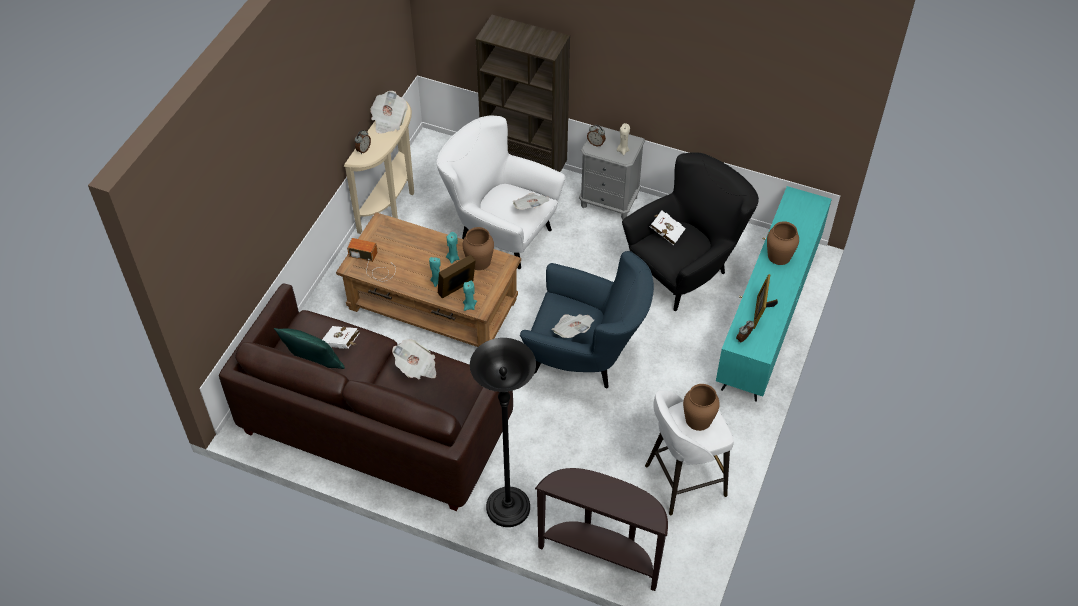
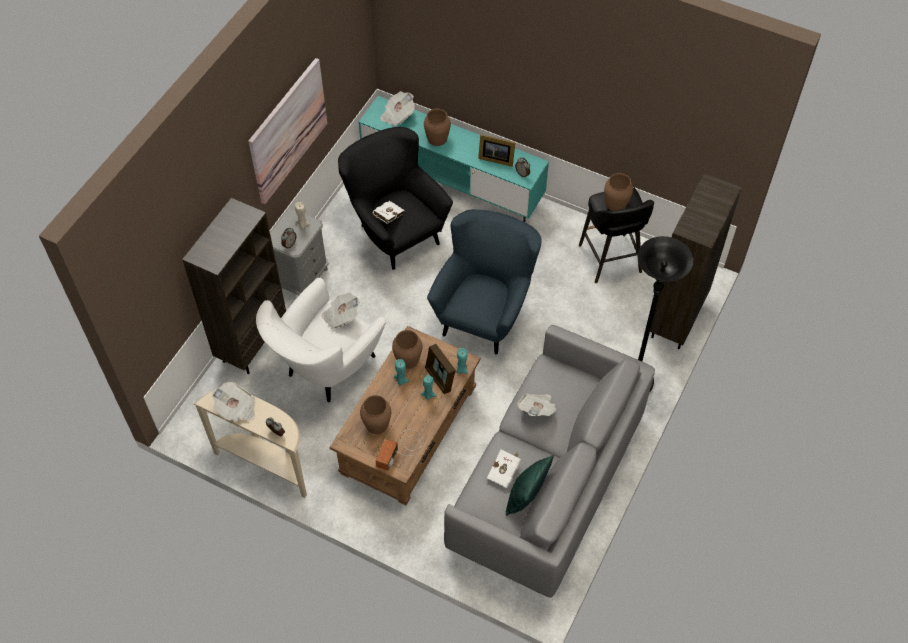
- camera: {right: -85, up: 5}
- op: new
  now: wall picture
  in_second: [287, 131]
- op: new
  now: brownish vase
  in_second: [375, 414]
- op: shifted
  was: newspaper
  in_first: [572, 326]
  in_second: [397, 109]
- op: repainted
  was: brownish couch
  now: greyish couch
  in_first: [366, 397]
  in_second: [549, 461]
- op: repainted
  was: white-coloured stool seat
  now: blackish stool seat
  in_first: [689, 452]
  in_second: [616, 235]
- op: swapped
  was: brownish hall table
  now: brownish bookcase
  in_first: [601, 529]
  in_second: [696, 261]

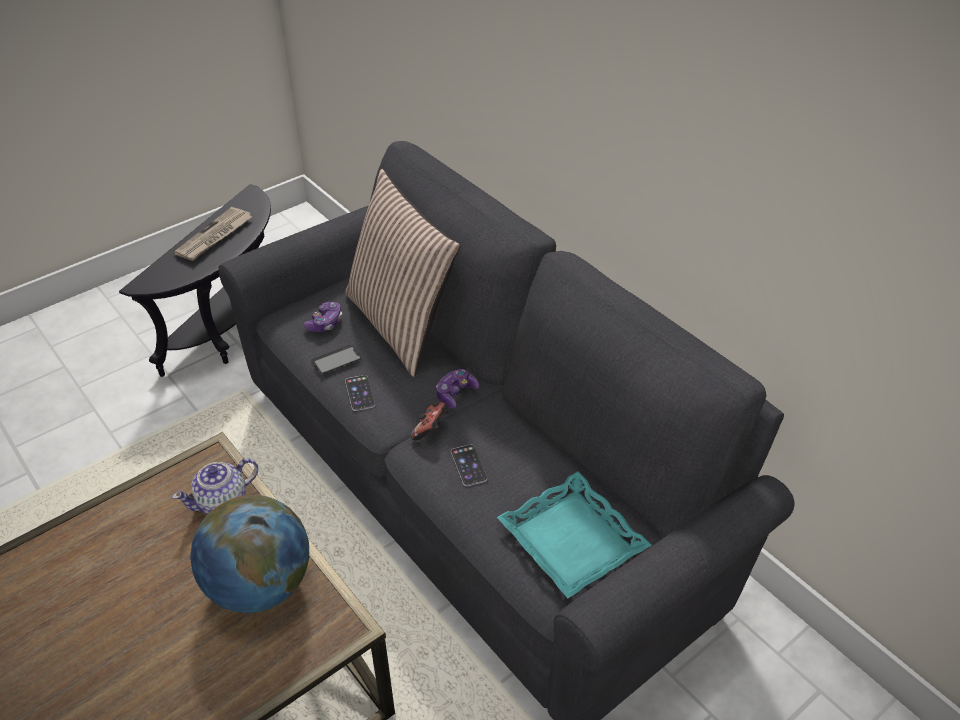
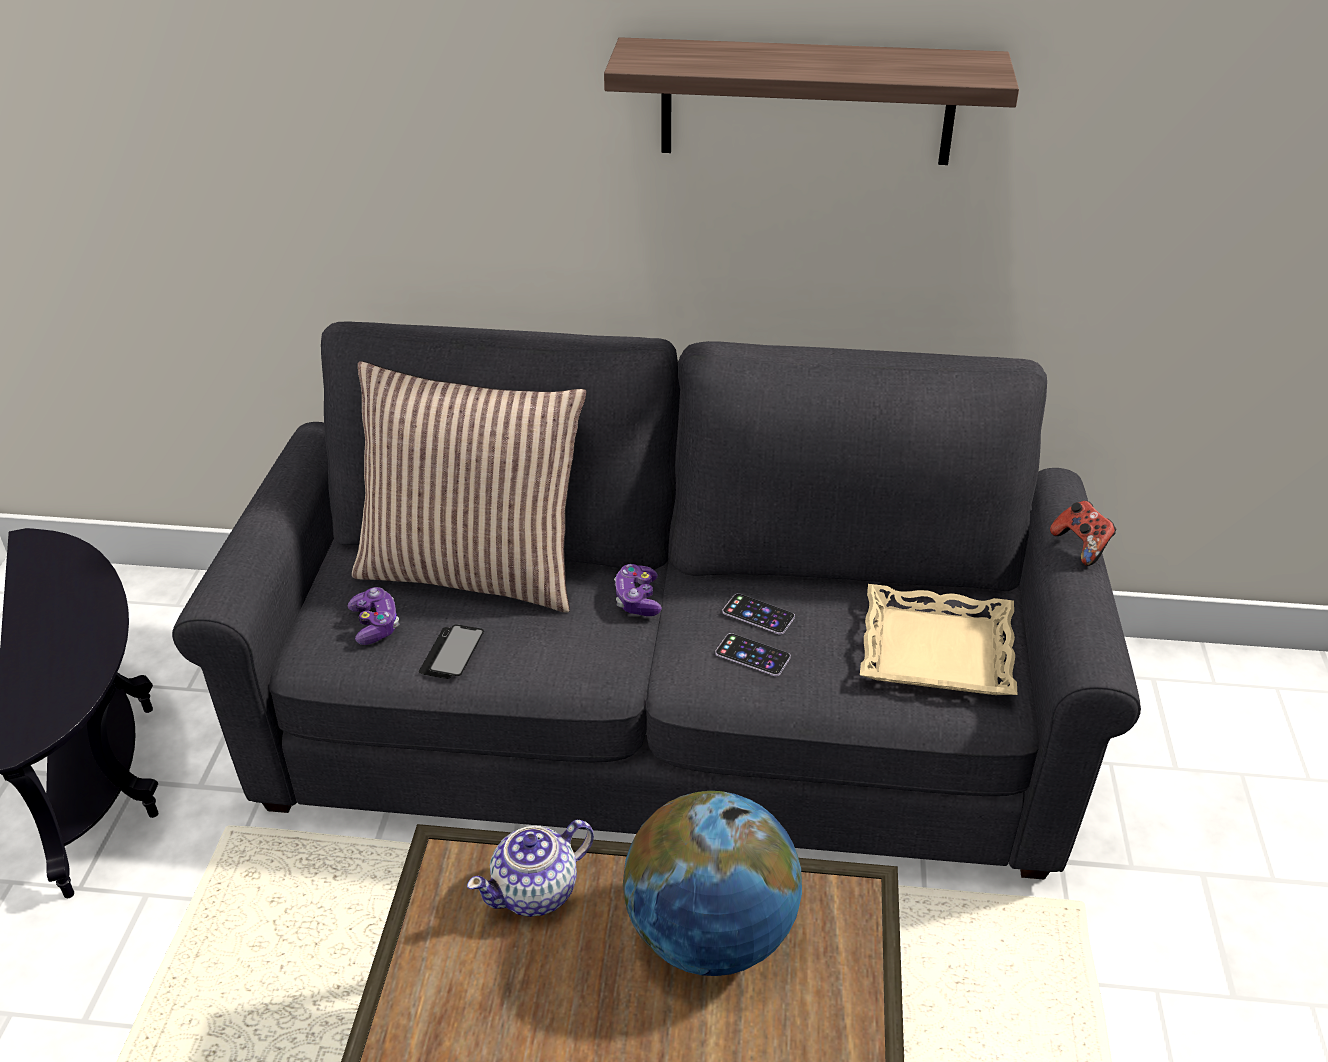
- camera: {right: -45, up: -5}
- op: rotated
  was: teapot
  in_first: [215, 486]
  in_second: [530, 868]
  clockwise: 45
- op: new
  now: shelf
  in_second: [811, 101]
- op: shifted
  was: telephone
  in_first: [360, 393]
  in_second: [758, 613]
- op: repainted
  was: blue-green tray
  now: sand-coloured tray
  in_first: [574, 534]
  in_second: [938, 639]
- op: shifted
  was: joypad
  in_first: [430, 420]
  in_second: [1083, 533]
- op: gone
  was: newspaper
  in_first: [213, 234]

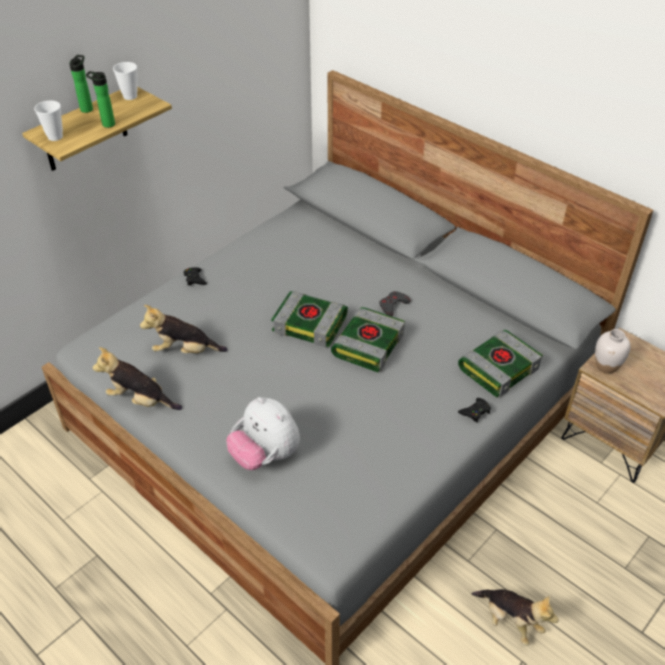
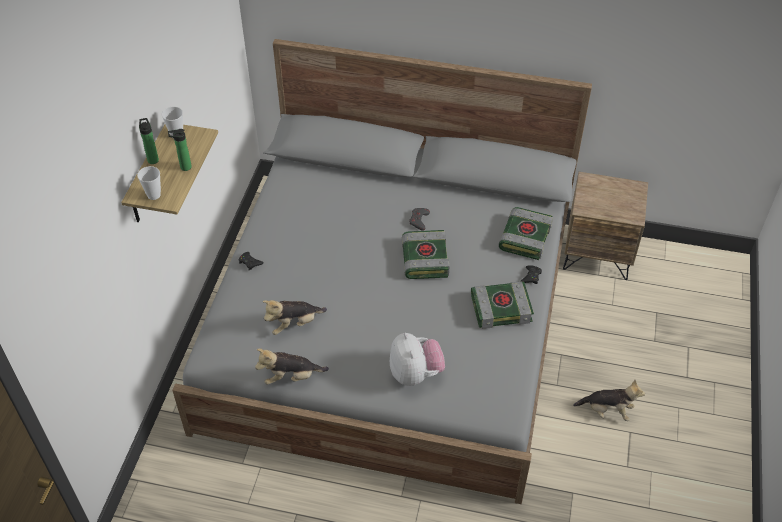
- camera: {right: -30, up: 5}
- op: rotated
  was: soft toy
  in_first: [263, 433]
  in_second: [417, 359]
  clockwise: -120
- op: shifted
  was: bound book
  in_first: [309, 319]
  in_second: [502, 305]
- op: gone
  was: white-coloured vase
  in_first: [612, 351]

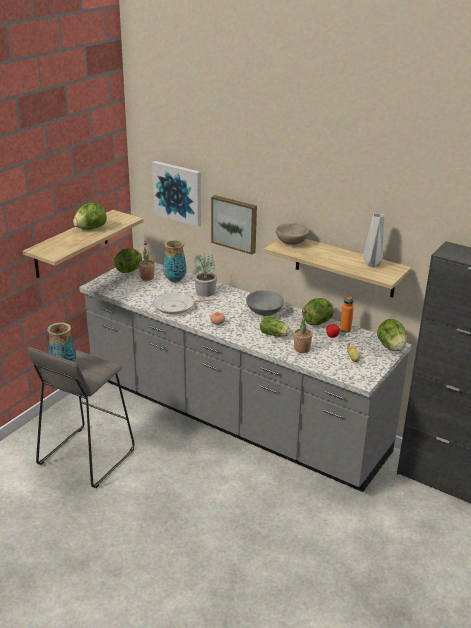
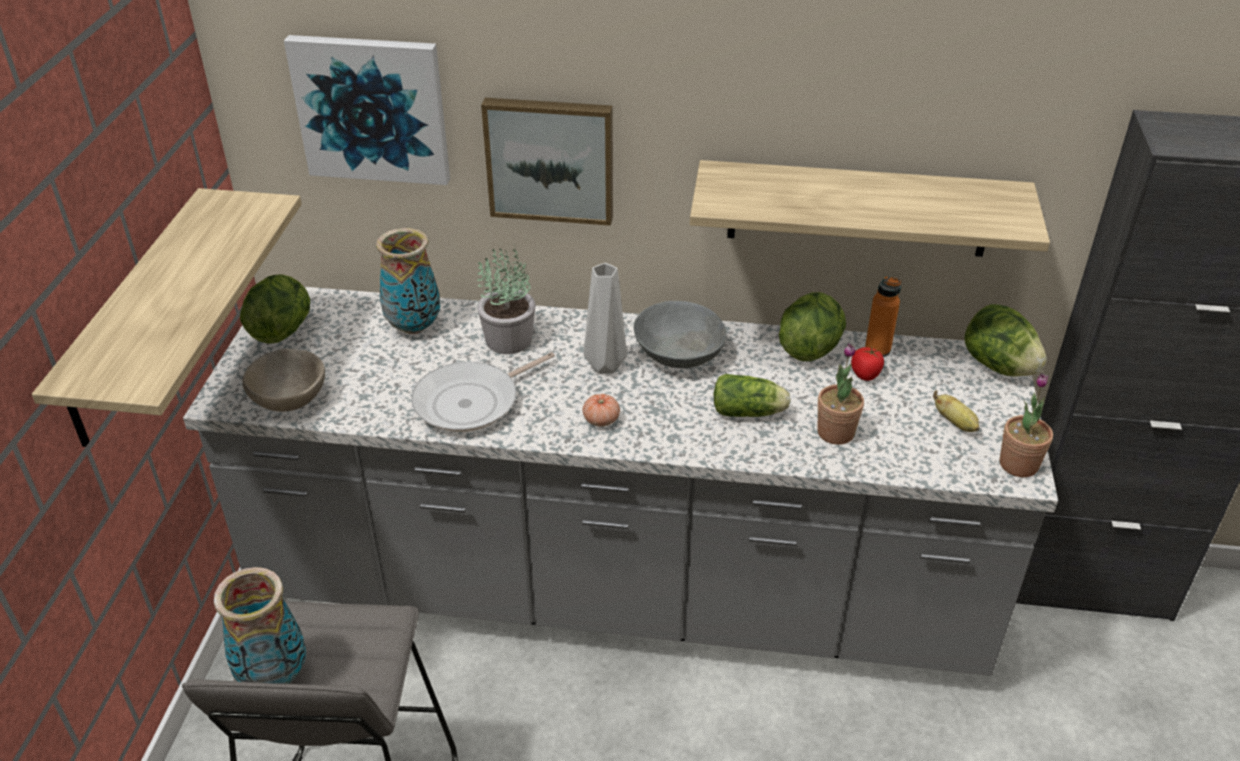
- camera: {right: -25, up: 10}
- op: shifted
  was: sand-coloured bowl
  in_first: [292, 234]
  in_second: [284, 380]
- op: shifted
  was: greyish vase
  in_first: [373, 240]
  in_second: [605, 318]
- op: shifted
  was: potted plant
  in_first: [147, 260]
  in_second: [1026, 425]
- op: gone
  was: head of lettuce
  in_first: [90, 216]

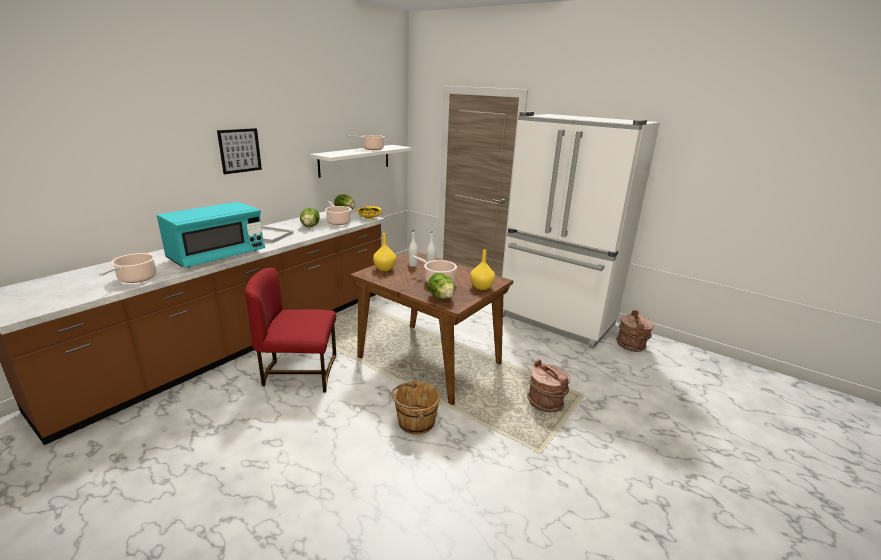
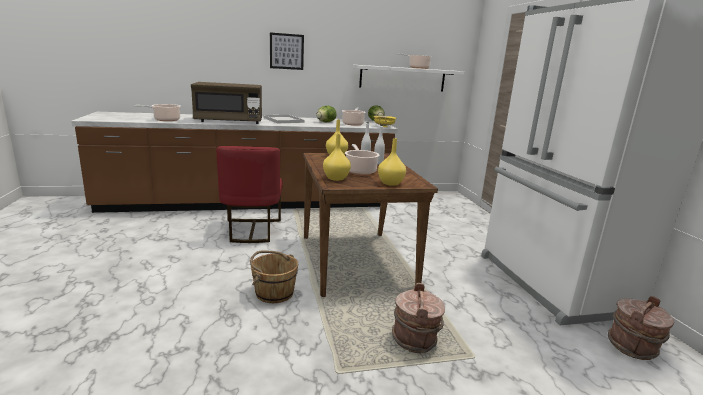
- camera: {right: 40, up: -5}
- op: repainted
  was: blue-green microwave
  now: brownish microwave
  in_first: [211, 235]
  in_second: [226, 103]
- op: rotated
  was: reddish chair
  in_first: [290, 330]
  in_second: [249, 194]
  clockwise: -135
- op: swapped
  was: head of lettuce
  now: yellow vase
  in_first: [441, 286]
  in_second: [337, 157]

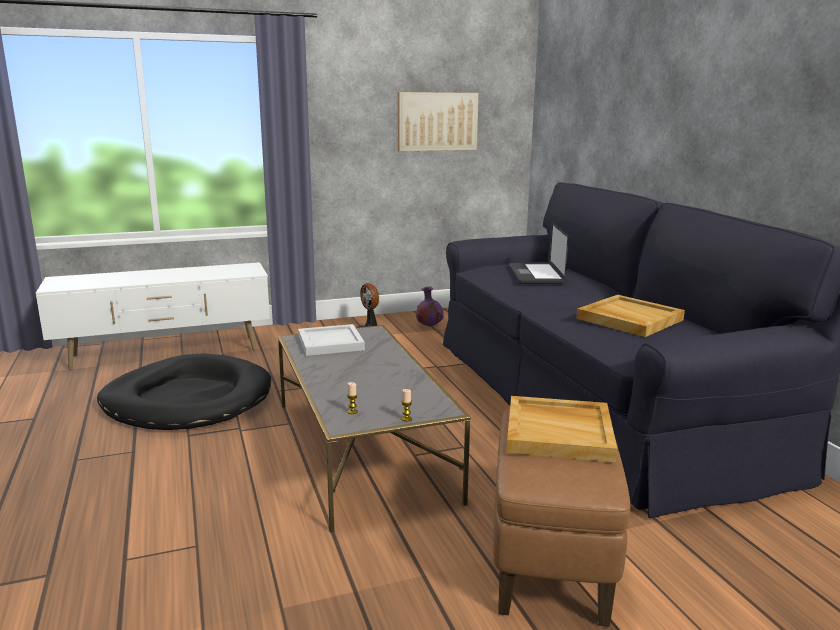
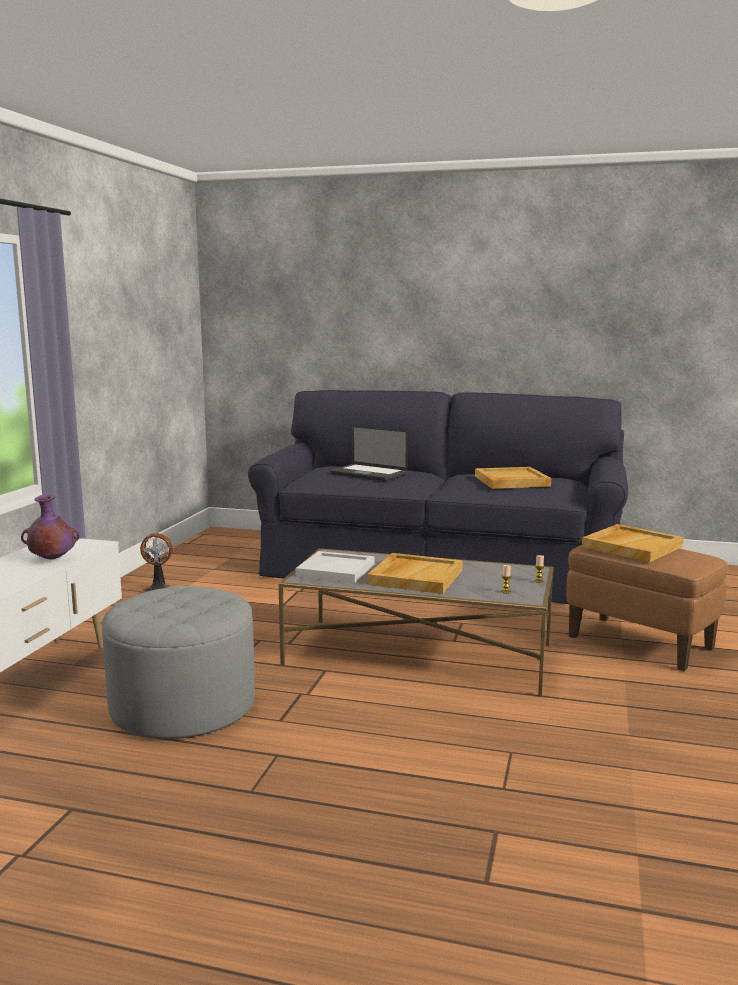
- camera: {right: -55, up: -5}
- op: shifted
  was: purple-coloured vase
  in_first: [430, 306]
  in_second: [50, 526]
- op: swapped
  was: blackish pet bed
  now: greyish footrest
  in_first: [184, 391]
  in_second: [178, 662]
- op: new
  now: sand-coloured tray
  in_second: [415, 573]
- op: gone
  was: wall picture
  in_first: [438, 122]

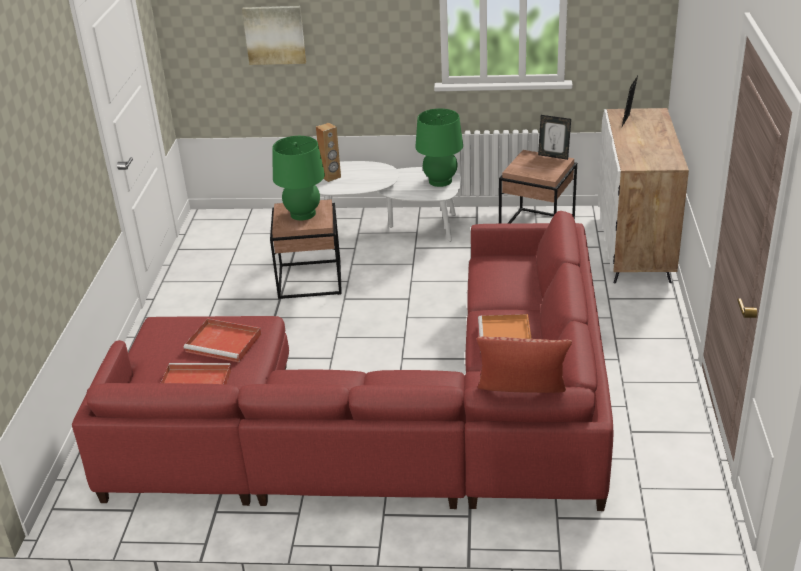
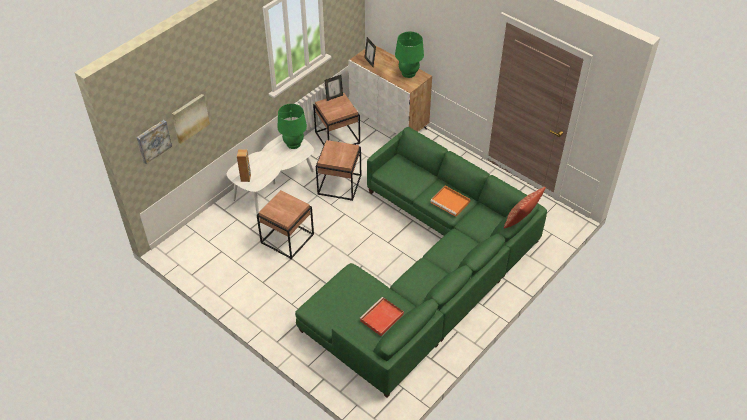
- camera: {right: -55, up: 15}
- op: new
  now: wall picture
  in_second: [154, 142]
- op: repainted
  was: reddish couch
  now: greenish couch
  in_first: [343, 361]
  in_second: [421, 262]
- op: new
  now: brownish end table
  in_second: [338, 170]
- op: shifted
  was: greenish table lamp
  in_first: [298, 178]
  in_second: [409, 55]
- op: gone
  was: reddish tray
  in_first: [222, 340]

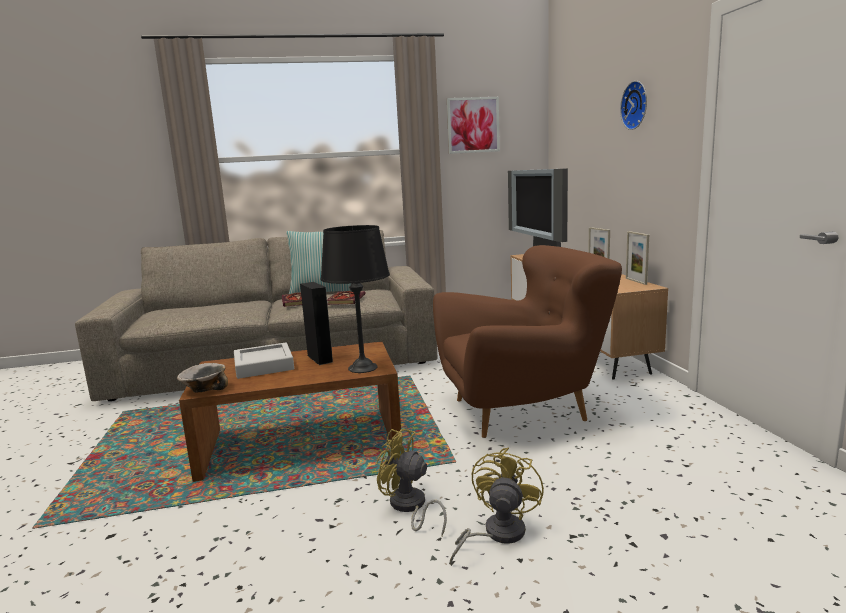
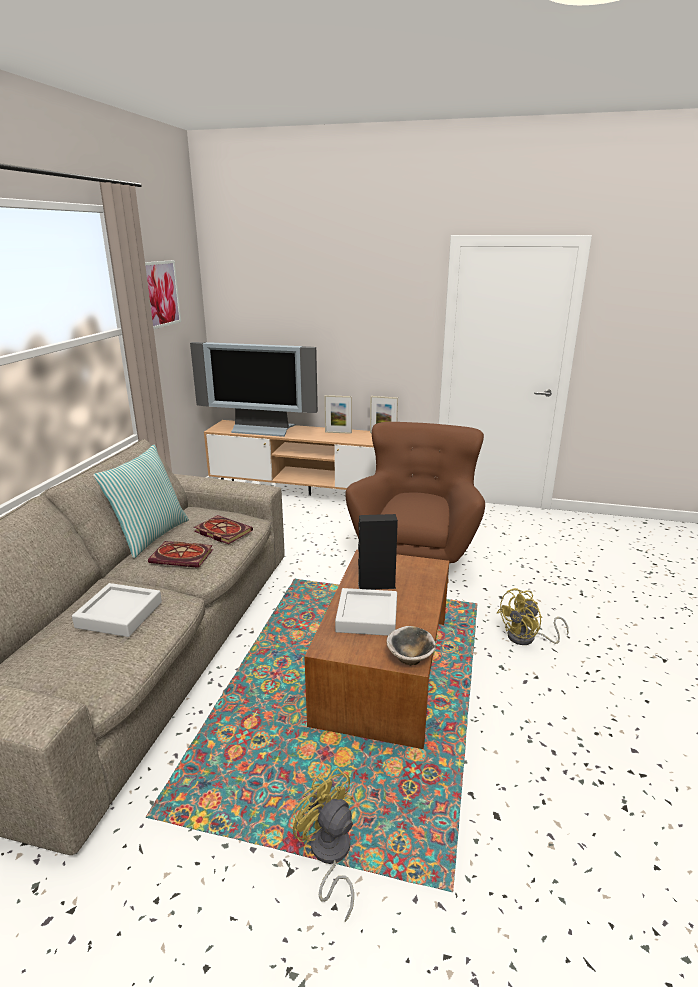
- camera: {right: -65, up: 10}
- op: new
  now: greyish tray
  in_second: [117, 610]
- op: shifted
  was: yellow fan
  in_first: [497, 505]
  in_second: [323, 844]
- op: gone
  was: blackish table lamp
  in_first: [355, 299]
- op: gone
  was: wall clock
  in_first: [633, 105]

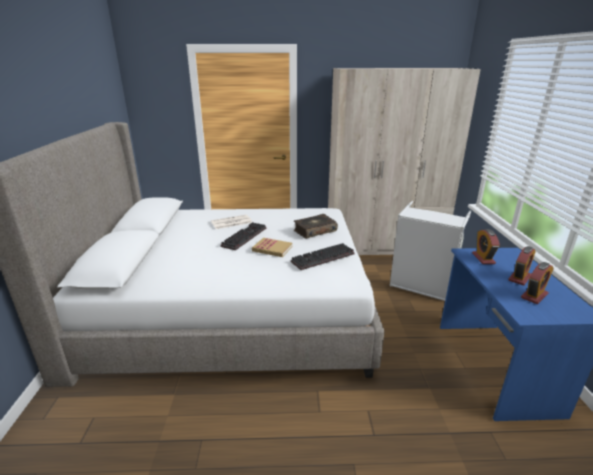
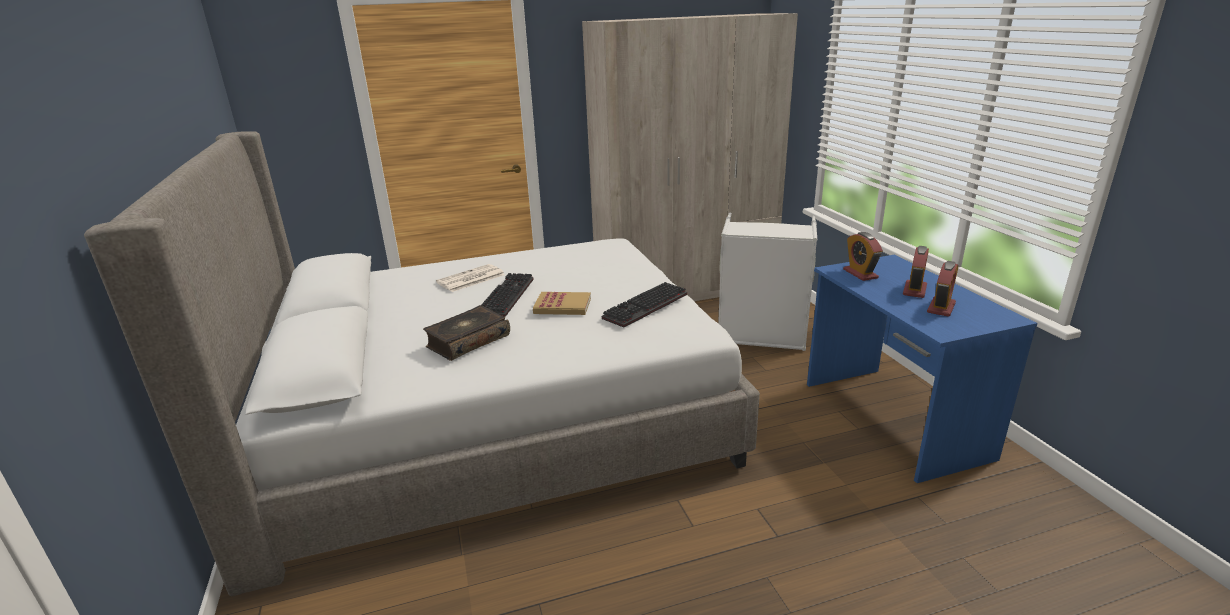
- camera: {right: -15, up: 0}
- op: shifted
  was: bound book
  in_first: [316, 226]
  in_second: [466, 333]

